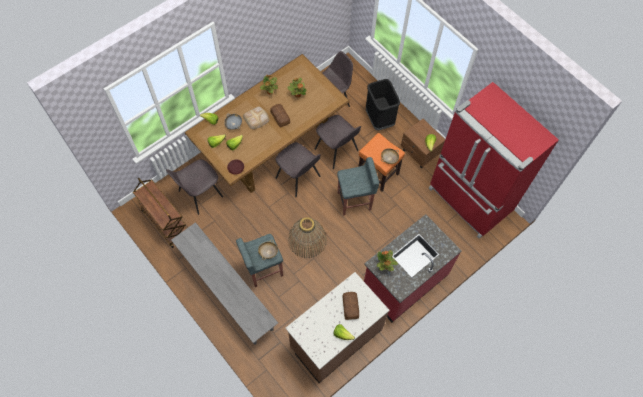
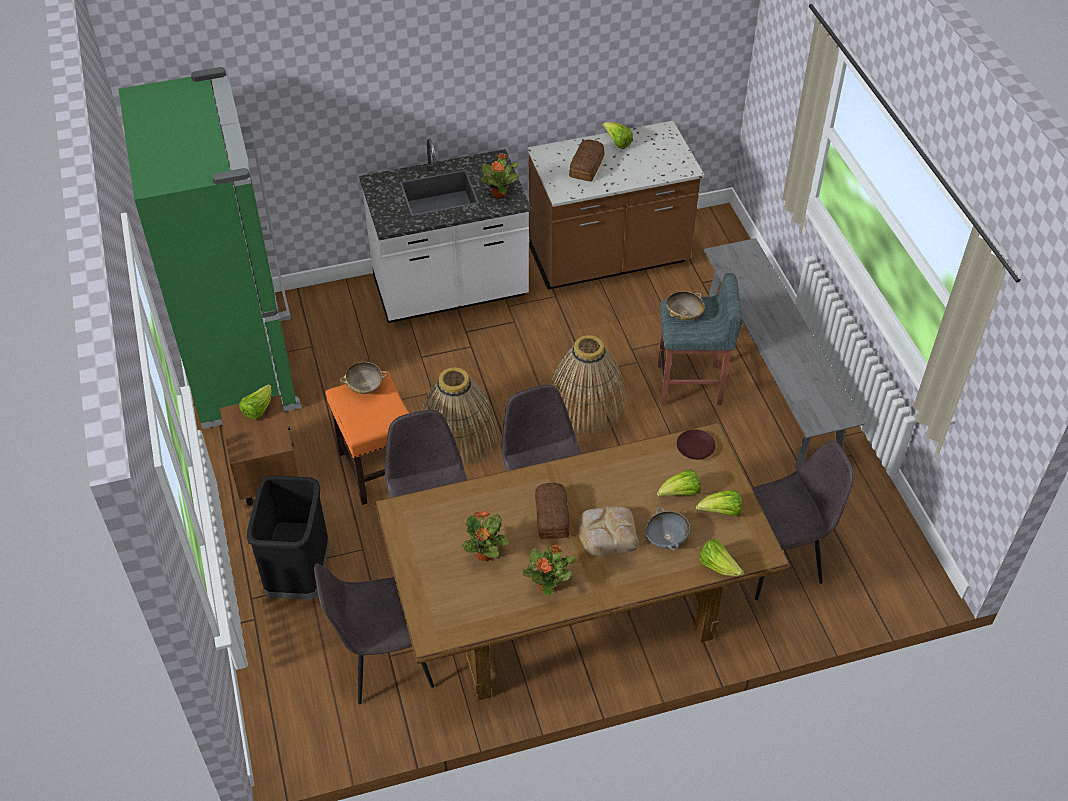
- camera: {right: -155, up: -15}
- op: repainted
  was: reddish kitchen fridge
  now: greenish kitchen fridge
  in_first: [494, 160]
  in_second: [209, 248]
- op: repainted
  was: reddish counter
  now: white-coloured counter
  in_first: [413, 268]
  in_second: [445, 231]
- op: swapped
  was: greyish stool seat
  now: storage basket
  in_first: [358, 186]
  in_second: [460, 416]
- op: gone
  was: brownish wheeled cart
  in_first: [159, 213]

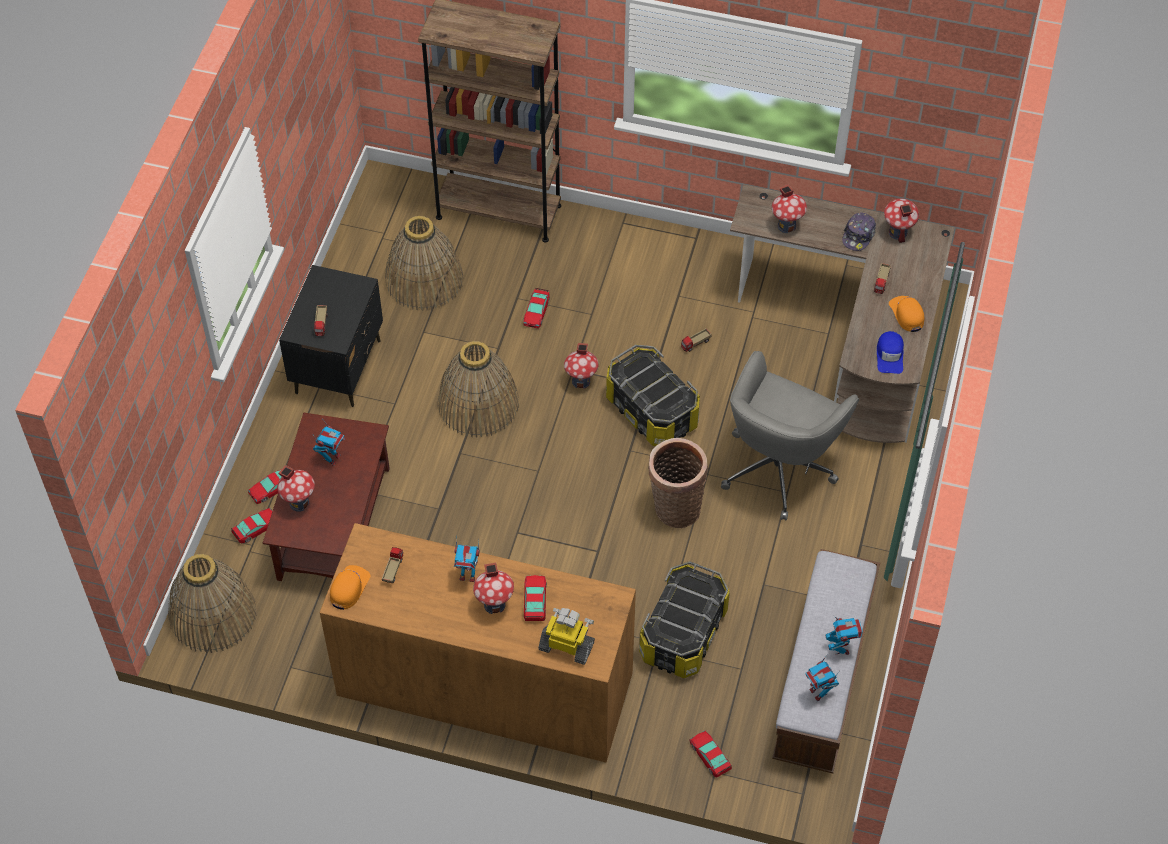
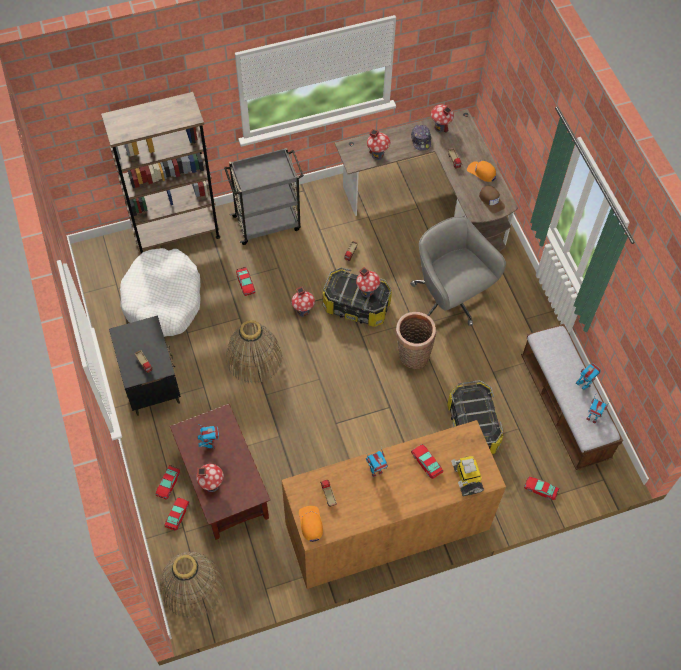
- camera: {right: -35, up: 5}
- op: swapped
  was: storage basket
  now: white-coloured pet bed
  in_first: [424, 263]
  in_second: [160, 292]
- op: new
  now: greyish wheeled cart
  in_second: [264, 196]
- op: shifted
  was: model house
  in_first: [493, 588]
  in_second: [368, 282]
- op: rotated
  was: greyish office chair
  in_first: [790, 435]
  in_second: [458, 271]
  clockwise: 150
- op: rotated
  was: model robot
  in_first: [566, 636]
  in_second: [467, 476]
  clockwise: -90
- op: repainted
  was: blue-coloured baseball cap
  now: brownish baseball cap
  in_first: [890, 352]
  in_second: [492, 199]

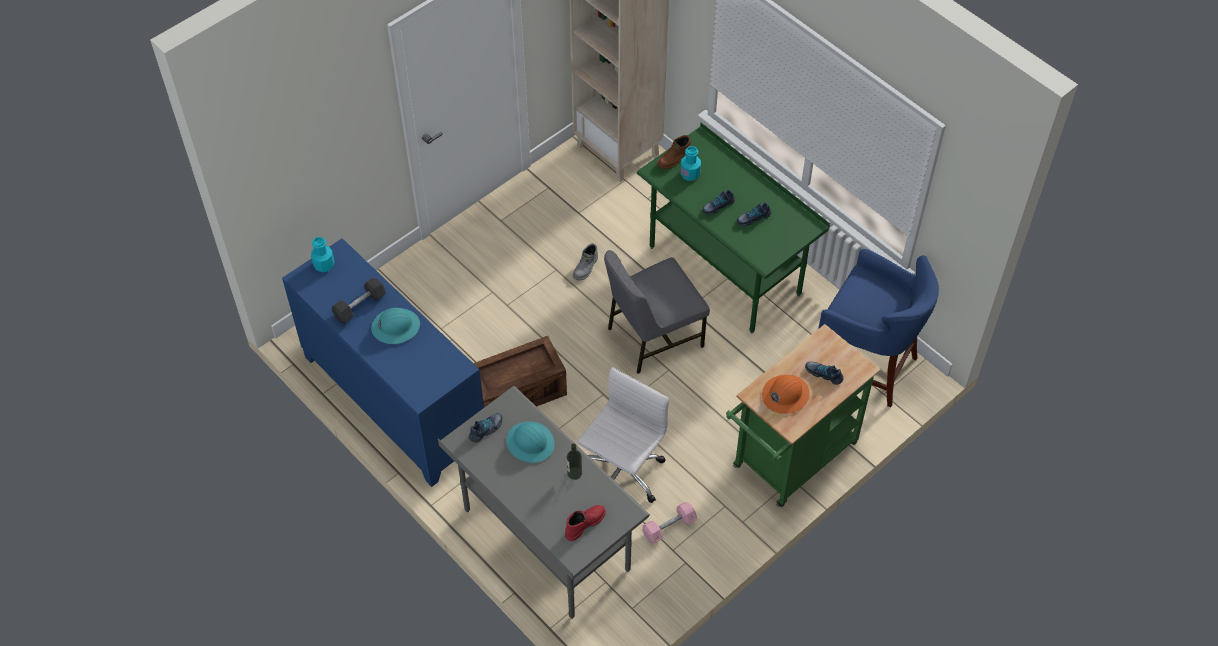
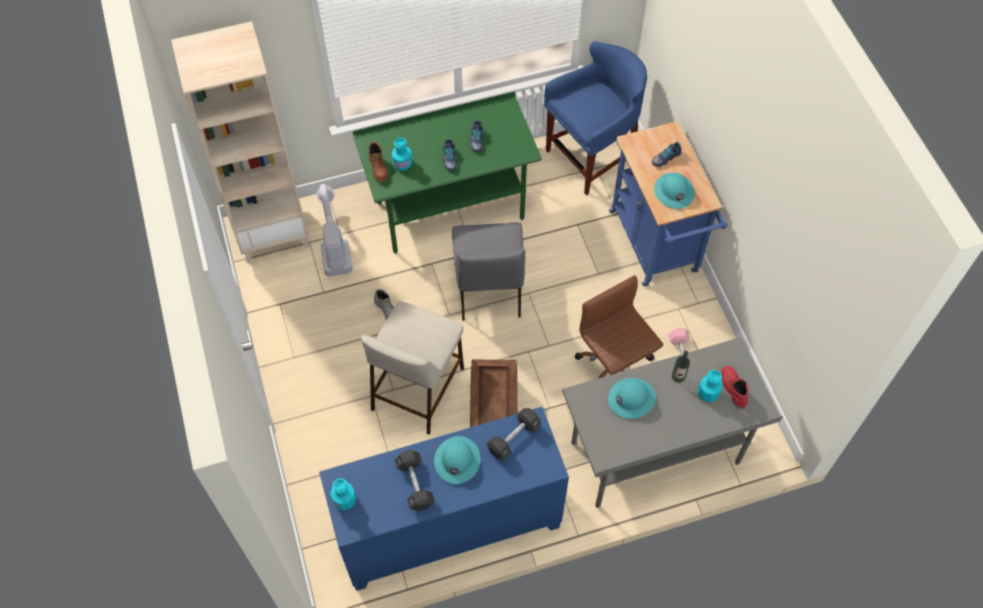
- camera: {right: -65, up: 5}
- op: new
  now: hoover
  in_second: [335, 230]
- op: new
  now: sand-coloured stool seat
  in_second: [412, 368]
- op: new
  now: blackish hand weight
  in_second: [514, 434]
- op: repainted
  was: white-coloured office chair
  now: brownish office chair
  in_first: [623, 435]
  in_second: [619, 327]
- op: repainted
  was: greenish wheeled cart
  now: blue-coloured wheeled cart
  in_first: [803, 415]
  in_second: [668, 203]
- op: repainted
  was: orange hard hat
  now: blue-green hard hat
  in_first: [786, 394]
  in_second: [674, 191]
- op: new
  now: blue-green beverage bottle
  in_second: [710, 386]
- op: gone
  was: item of footwear
  in_first: [485, 428]

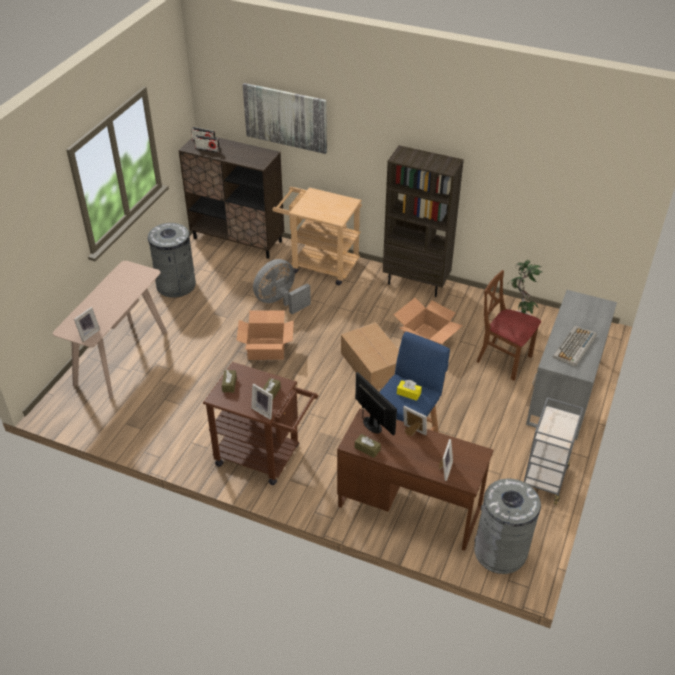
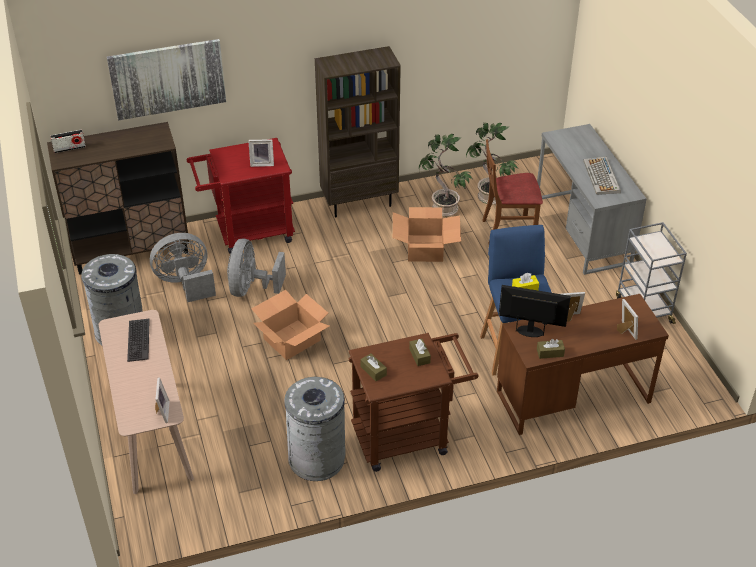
- camera: {right: -40, up: 0}
- op: new
  now: PC keyboard
  in_second: [138, 340]
- op: new
  now: greyish fan
  in_second: [183, 267]
- op: repainted
  was: sand-coloured wheeled cart
  now: reddish wheeled cart
  in_first: [317, 236]
  in_second: [240, 196]
- op: shifted
  was: picture frame
  in_first: [262, 402]
  in_second: [261, 153]
- op: shifted
  was: greyish trash can
  in_first: [507, 526]
  in_second: [315, 429]
- op: new
  now: potted plant
  in_second: [446, 175]
- op: gone
  was: radio set
  in_first: [207, 144]
- op: gone
  was: carton
  in_first: [370, 356]

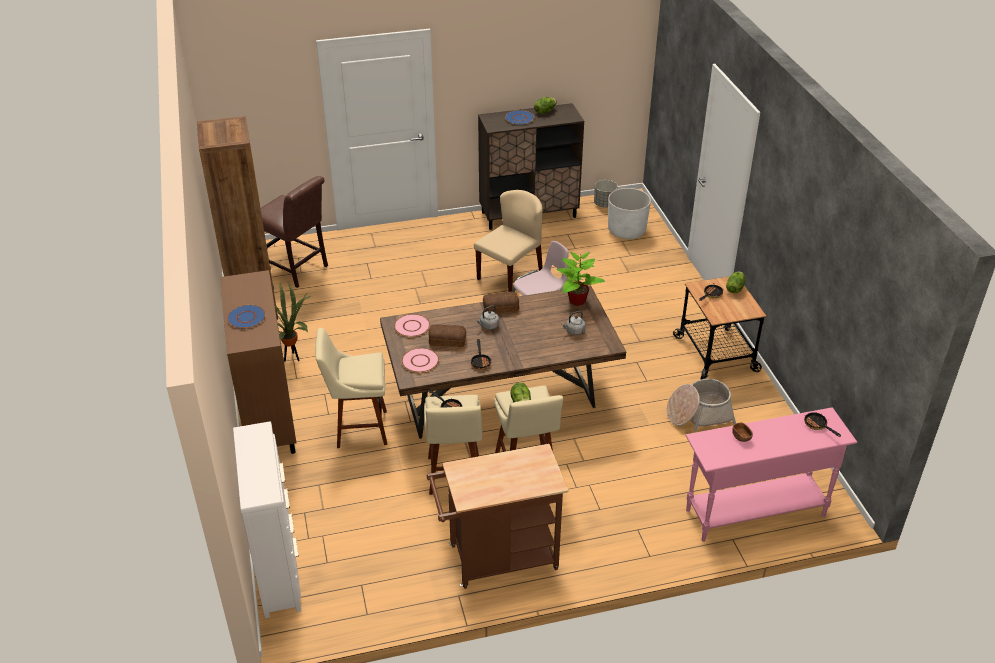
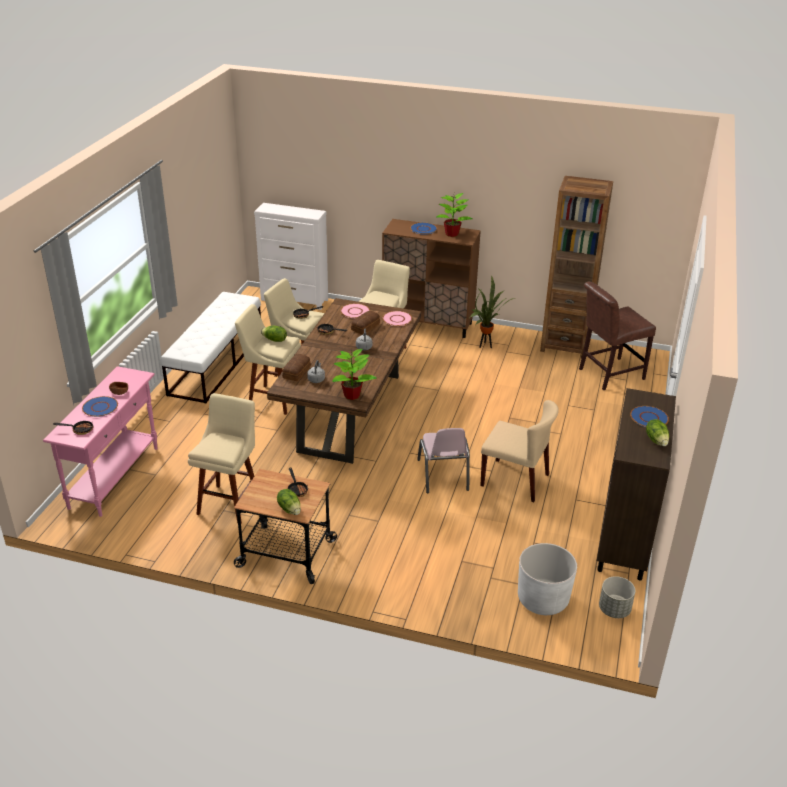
- camera: {right: 120, up: -5}
- op: new
  now: blue-coloured flat dish
  in_second: [100, 406]
- op: swapped
  was: brownish wheeled cart
  now: white-coloured long seat
  in_first: [498, 516]
  in_second: [210, 347]
- op: swapped
  was: storage basket
  now: sand-coloured stool seat
  in_first: [701, 405]
  in_second: [221, 458]
- op: shifted
  was: bakery bread
  in_first: [501, 303]
  in_second: [296, 367]
- op: new
  now: potted plant
  in_second: [454, 215]
- op: rotated
  was: sand-coloured chair
  in_first: [508, 241]
  in_second: [519, 451]
  clockwise: -45

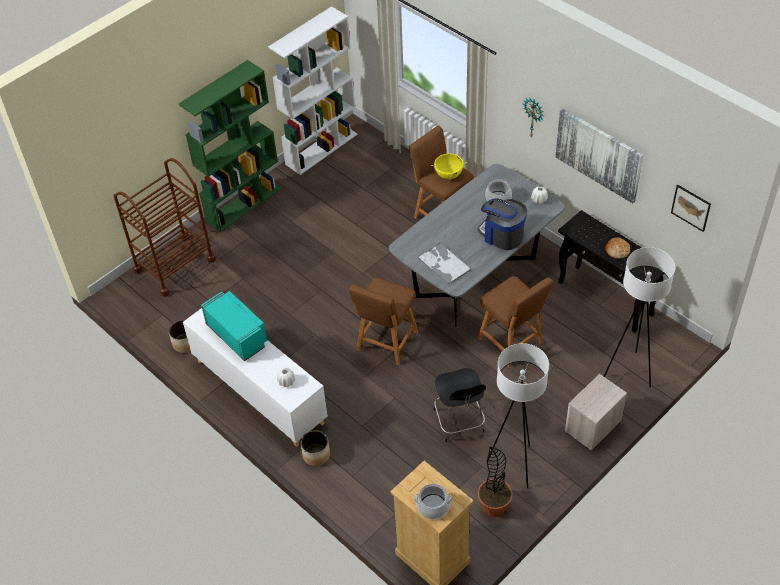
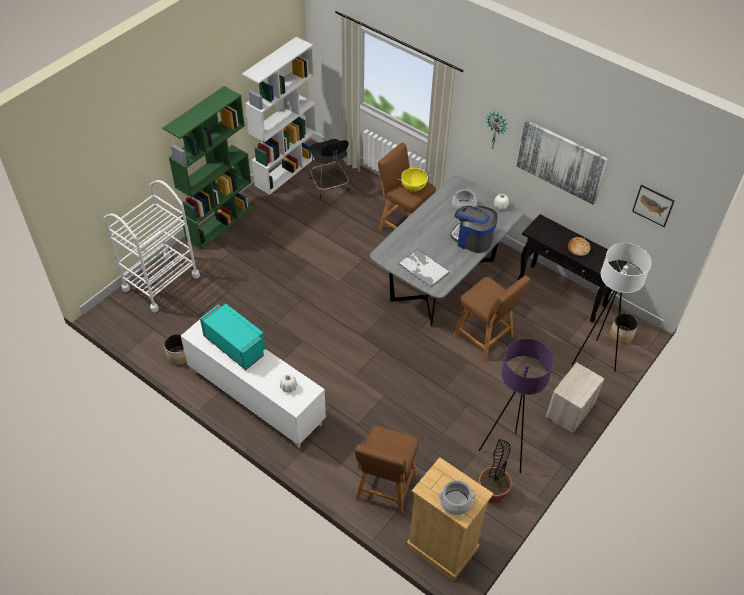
- camera: {right: -10, up: 0}
- op: repainted
  was: brownish wheeled cart
  now: white-coloured wheeled cart
  in_first: [164, 227]
  in_second: [152, 246]
- op: shifted
  was: blackish chair
  in_first: [460, 405]
  in_second: [329, 168]
- op: shifted
  was: brownish stool seat
  in_first: [383, 321]
  in_second: [387, 470]
- op: repainted
  was: white-coloured floor lamp
  now: purple-coloured floor lamp
  in_first: [518, 415]
  in_second: [516, 406]
- op: shifted
  was: flower pot
  in_first: [315, 448]
  in_second: [624, 328]

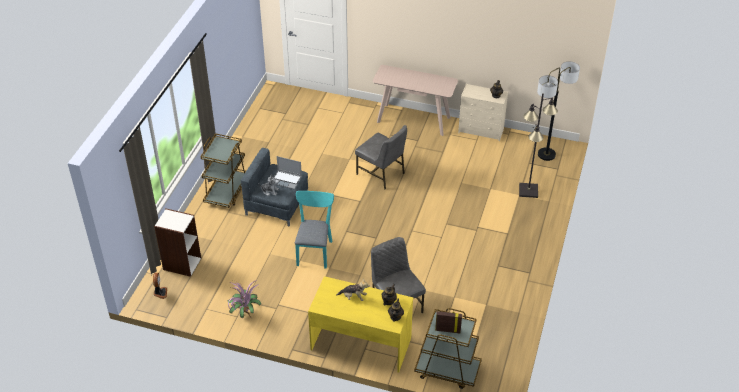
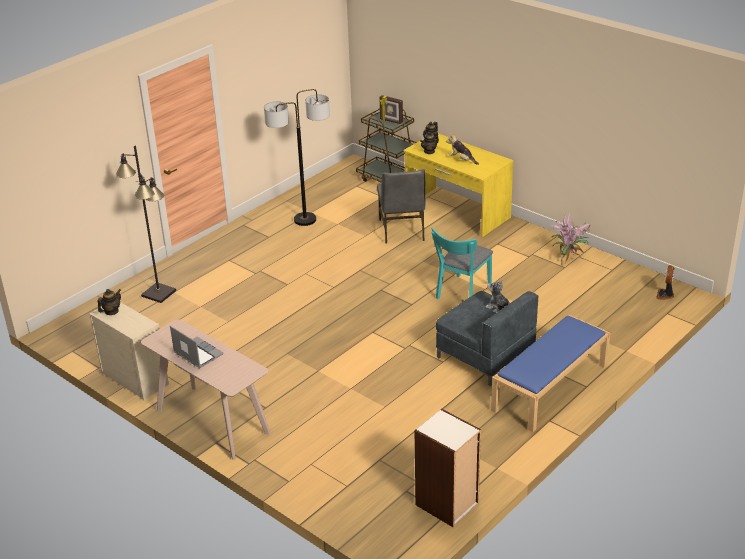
- camera: {right: -155, up: -10}
- op: shifted
  was: laptop
  in_first: [288, 172]
  in_second: [197, 347]
- op: shifted
  was: floor lamp
  in_first: [558, 111]
  in_second: [297, 157]
- op: shifted
  was: bookcase
  in_first: [177, 243]
  in_second: [448, 467]
- op: swapped
  was: brownish wheeled cart
  now: blue-coloured long seat
  in_first: [223, 170]
  in_second: [550, 373]
- op: gone
  was: greyish chair
  in_first: [381, 157]

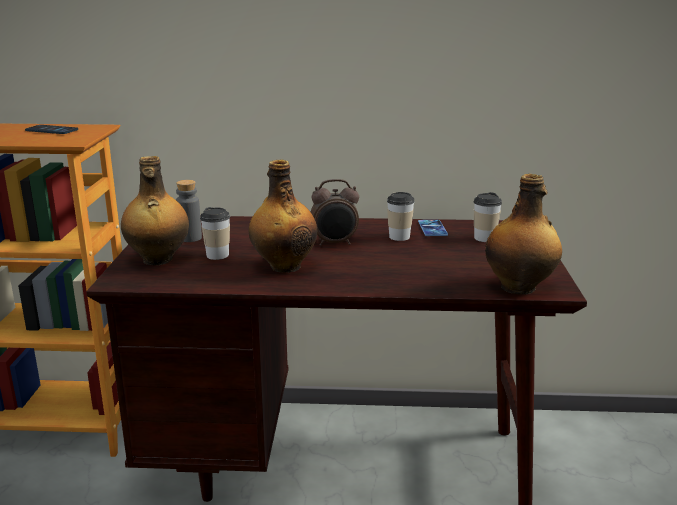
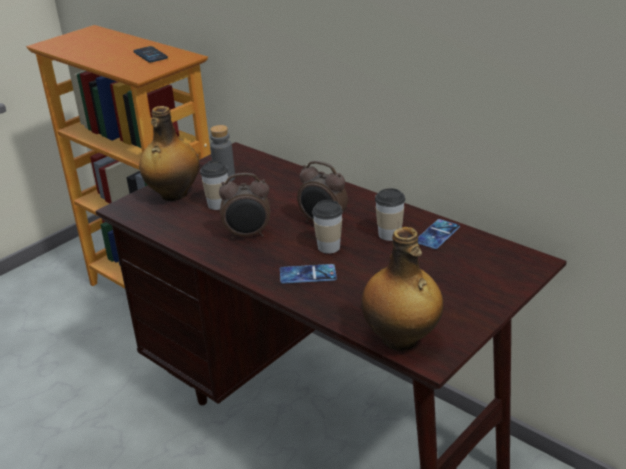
- camera: {right: 40, up: 10}
- op: swapped
  was: beverage bottle
  now: bedside clock
  in_first: [283, 216]
  in_second: [244, 206]
- op: new
  now: telephone
  in_second: [308, 274]
- op: shifted
  was: drinking cup
  in_first: [488, 217]
  in_second: [327, 227]

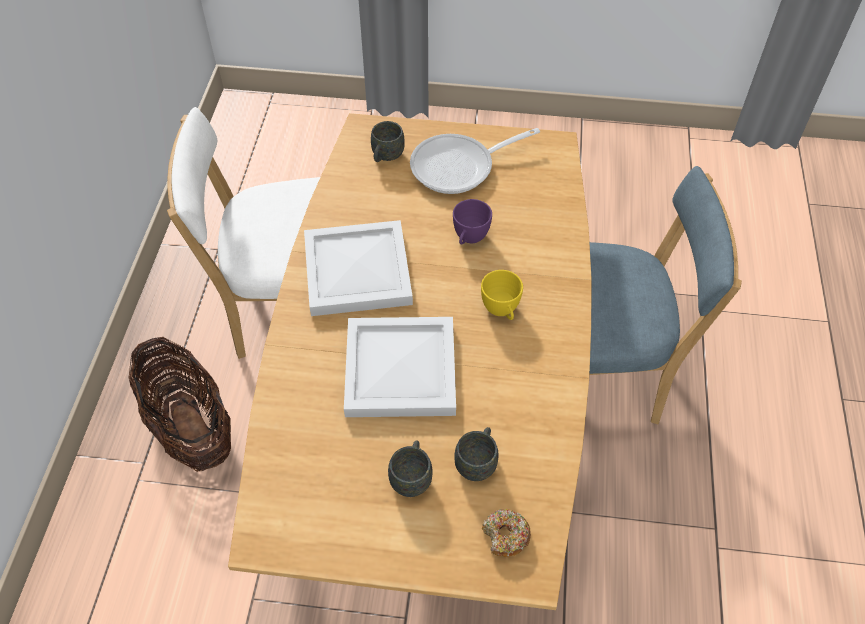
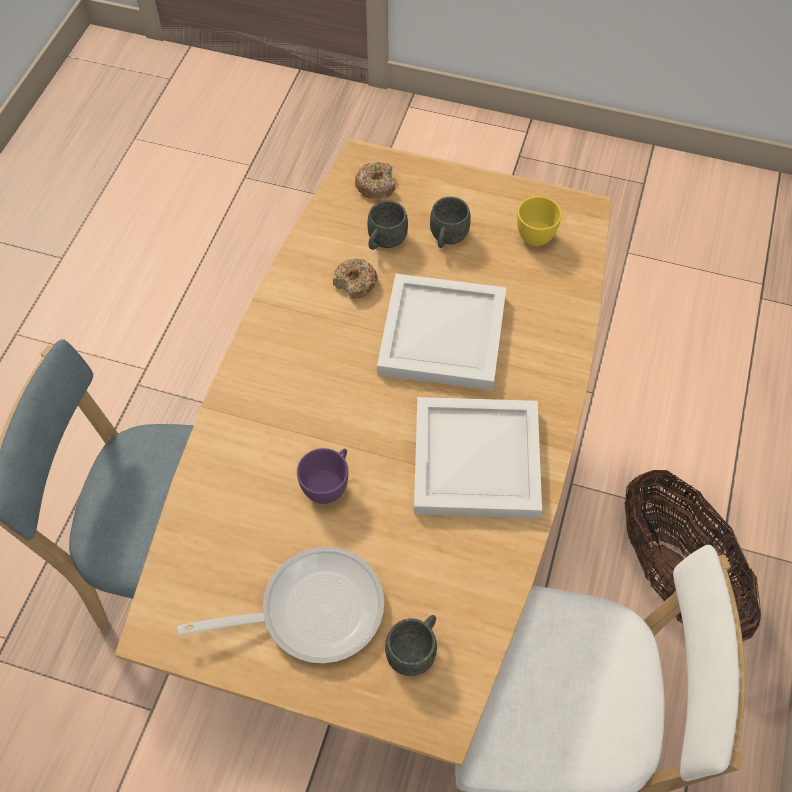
- camera: {right: -170, up: 5}
- op: new
  now: ring doughnut
  in_second: [355, 278]
- op: shifted
  was: yellow drinking cup
  in_first: [502, 295]
  in_second: [539, 220]

